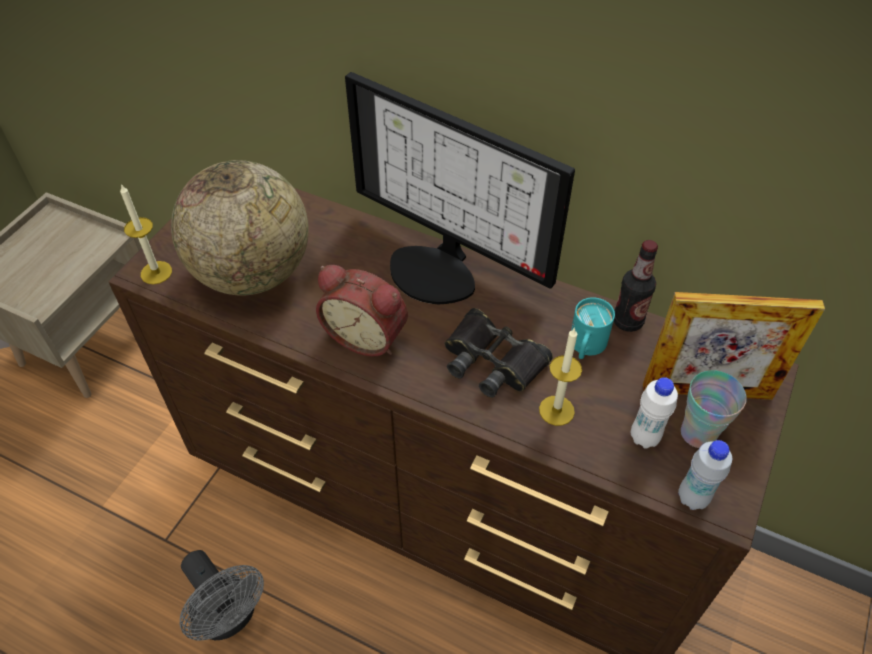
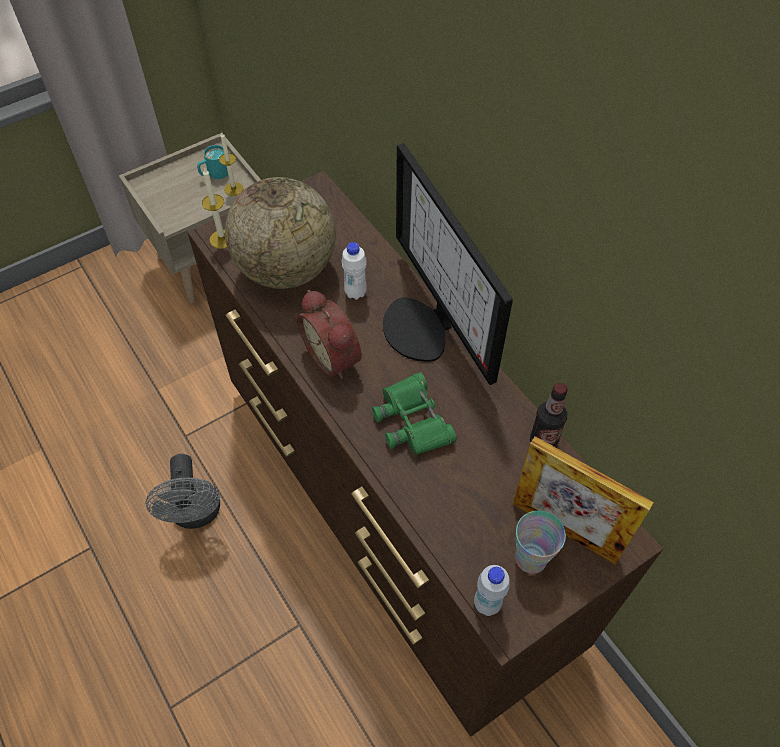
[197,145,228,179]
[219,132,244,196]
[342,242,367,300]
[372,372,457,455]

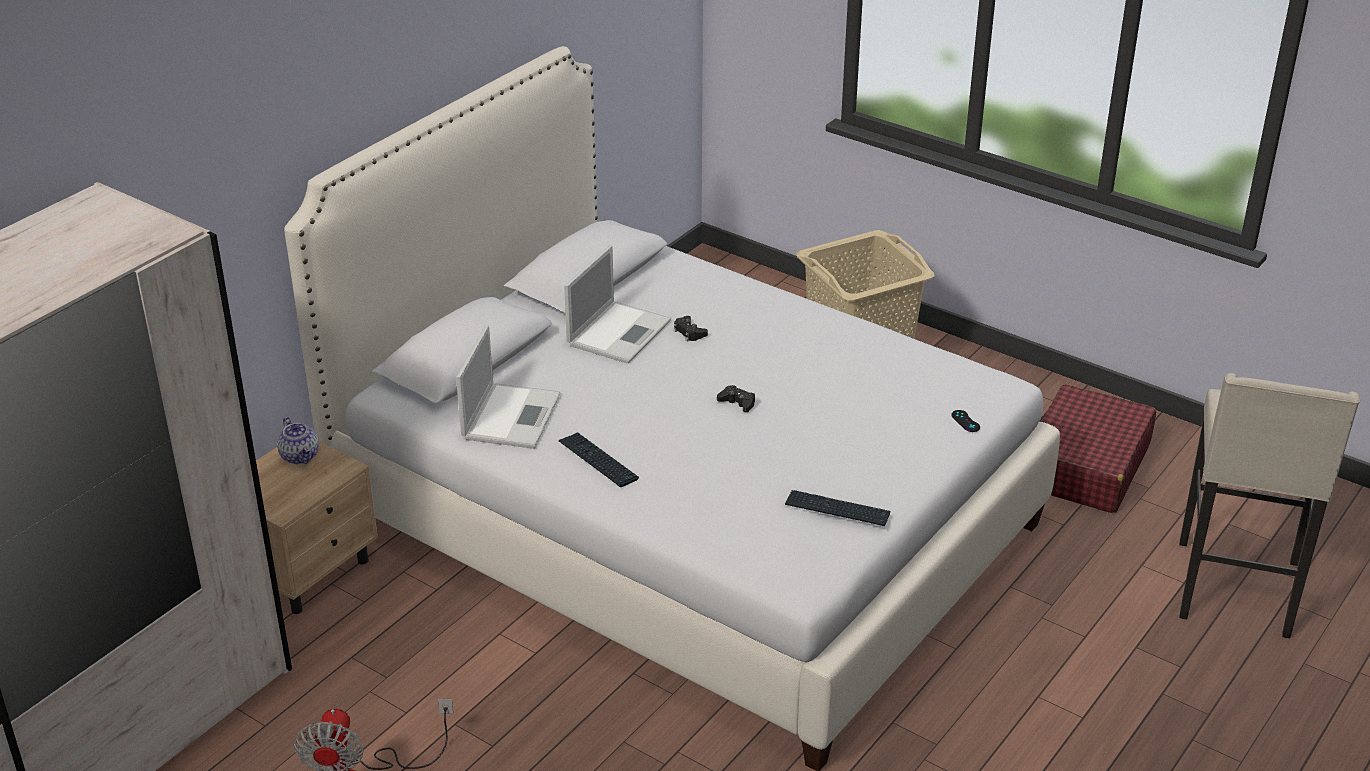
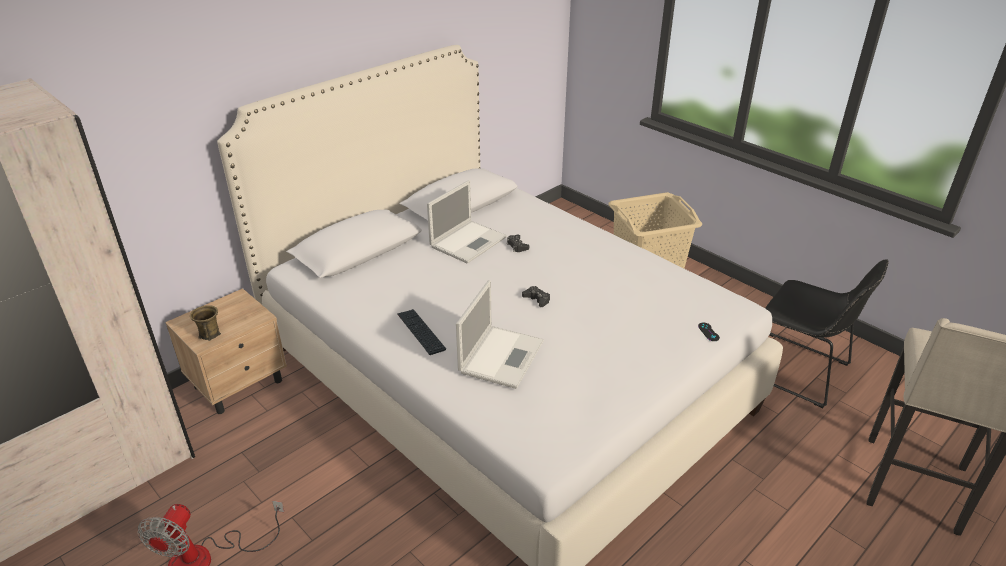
[190,305,221,341]
[456,280,544,389]
[765,259,889,408]
[277,417,319,464] (first image)
[785,490,890,526] (first image)

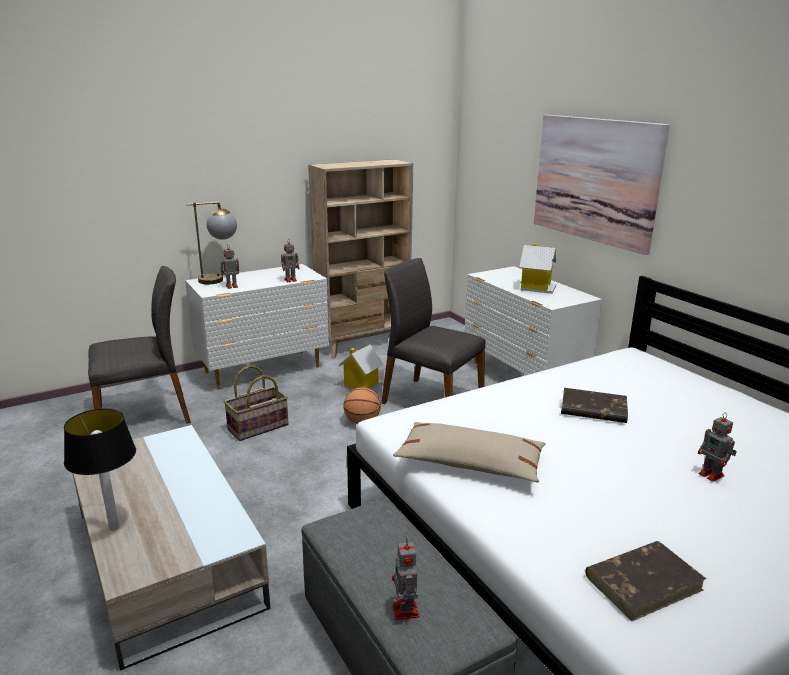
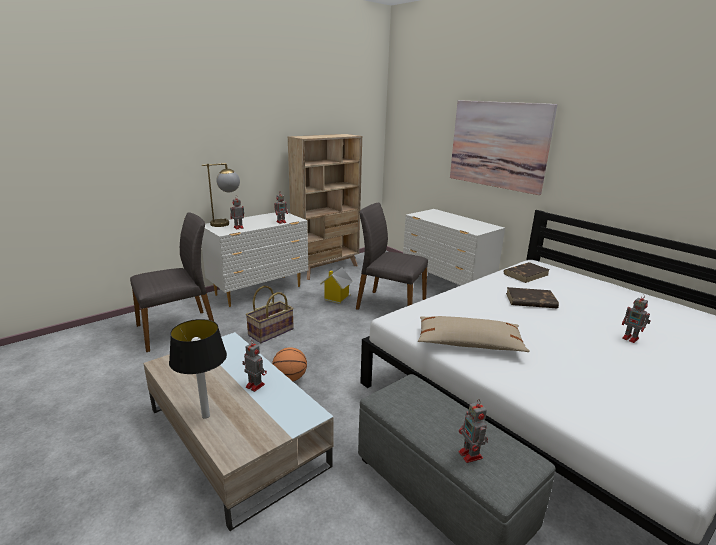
[242,340,267,392]
[272,347,307,381]
[504,262,550,283]
[519,244,556,294] (first image)

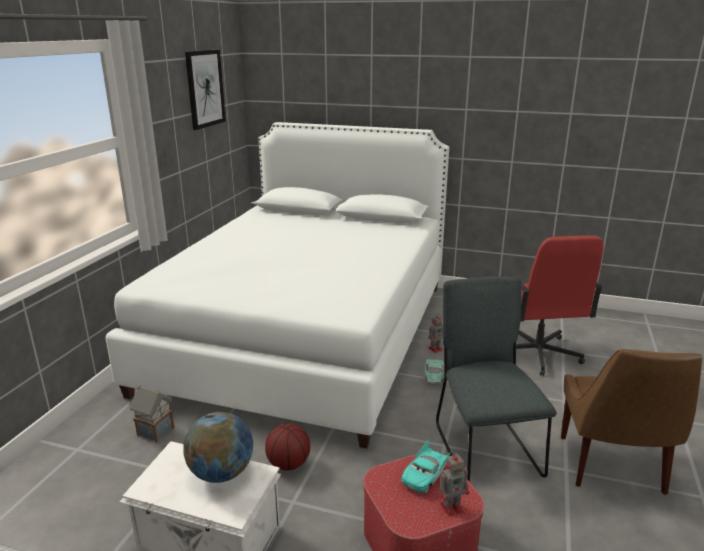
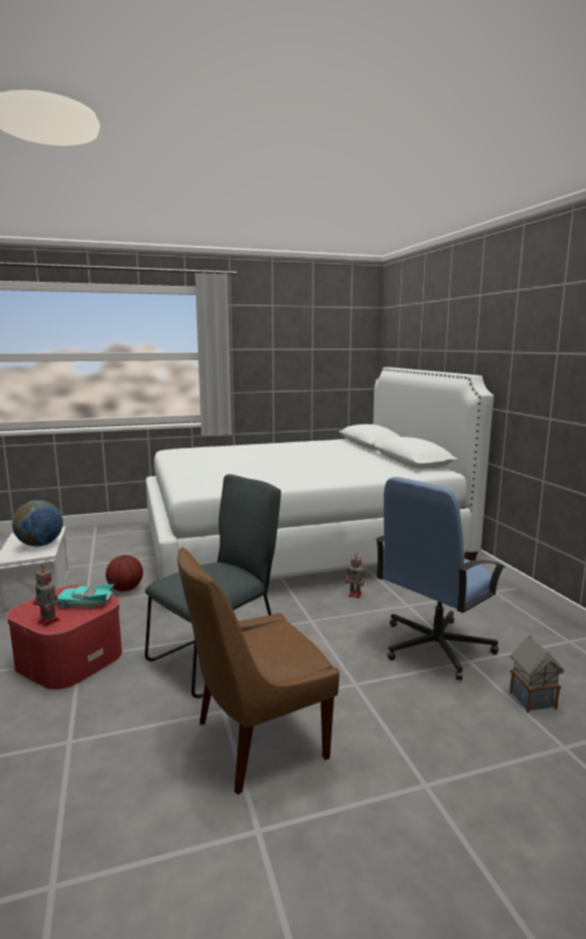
[376,477,505,681]
[510,635,564,713]
[185,50,226,130] (first image)
[425,359,444,384] (first image)

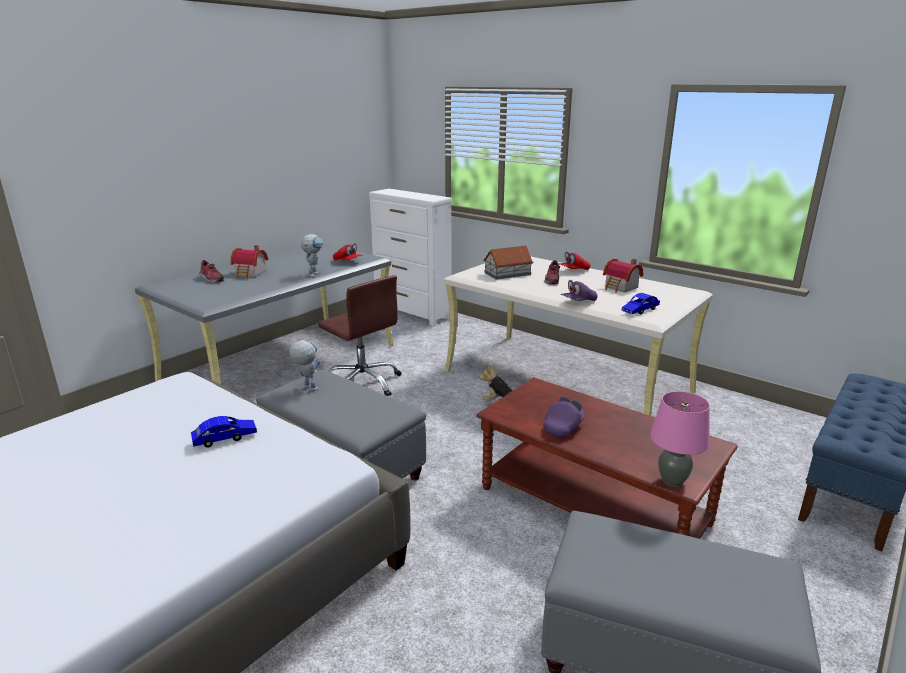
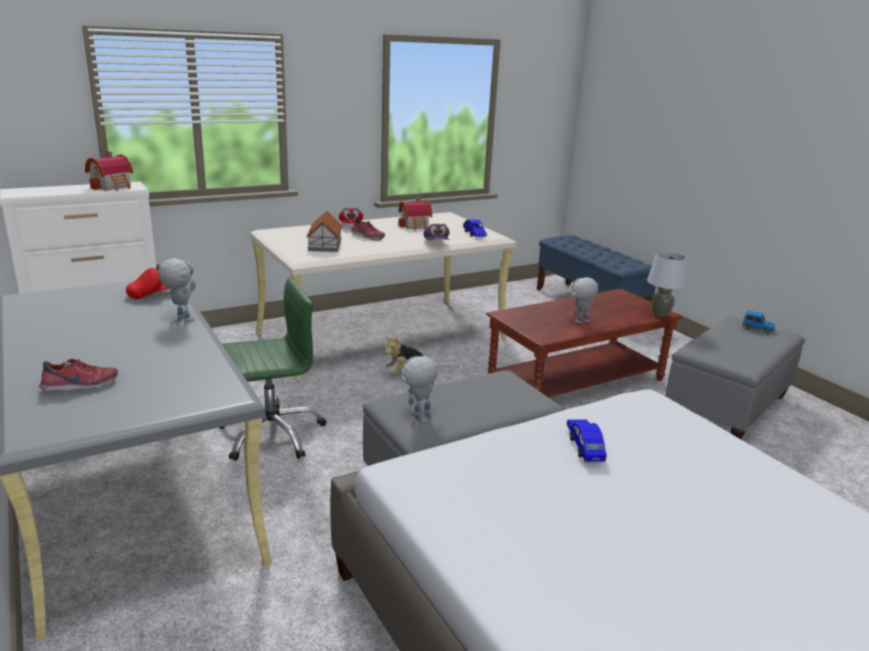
[85,151,133,191]
[219,277,327,461]
[571,277,599,324]
[647,251,687,317]
[742,310,775,333]

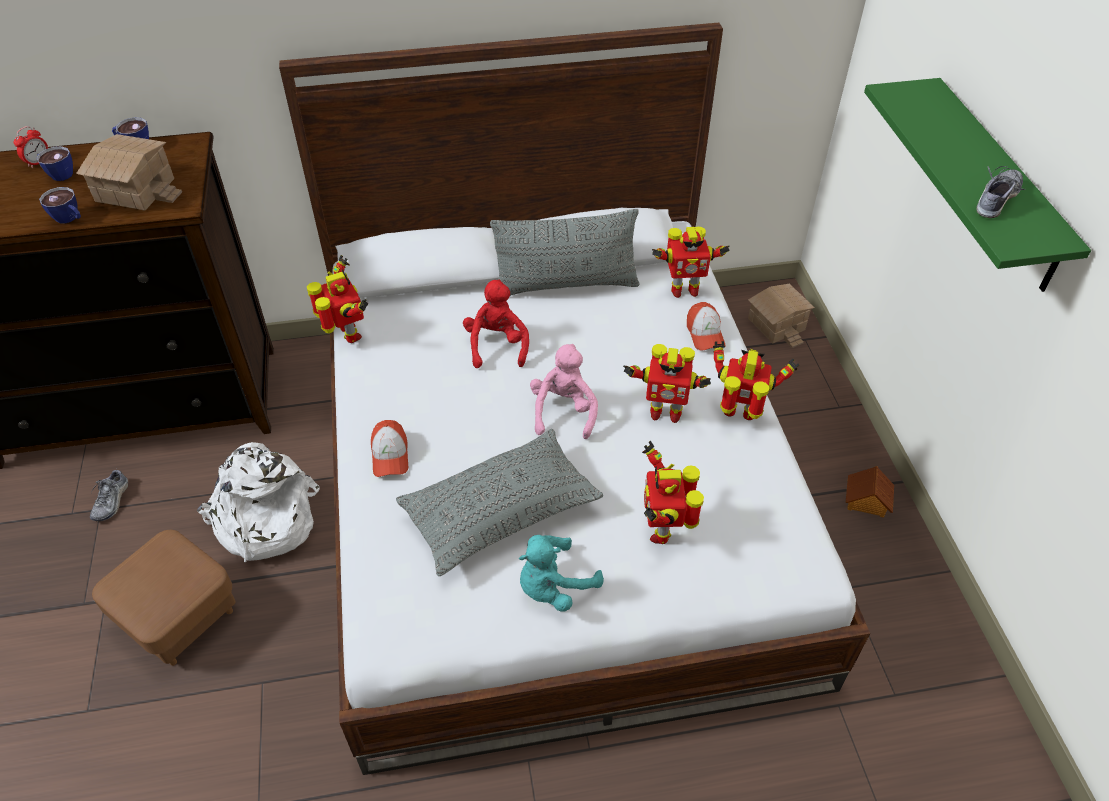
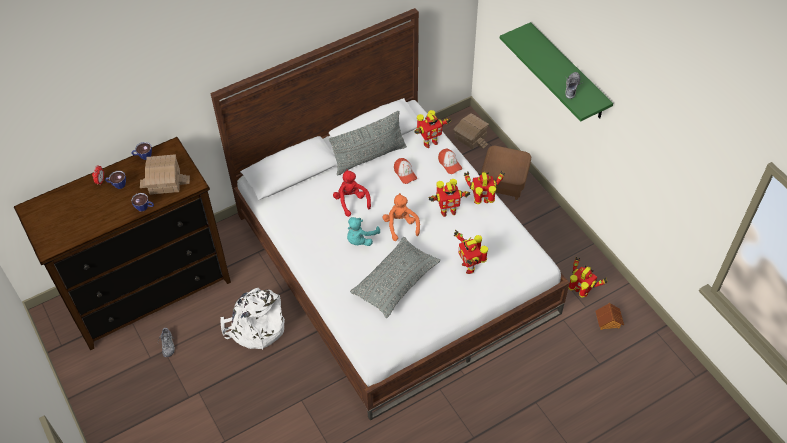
[347,217,380,246]
[382,193,420,241]
[394,158,417,184]
[481,146,531,200]
[569,257,608,298]
[595,303,624,330]

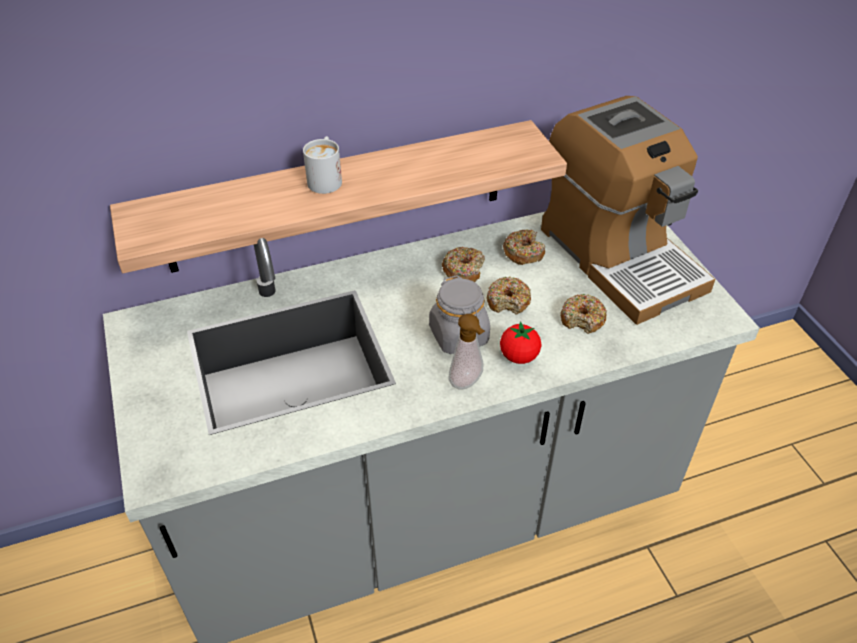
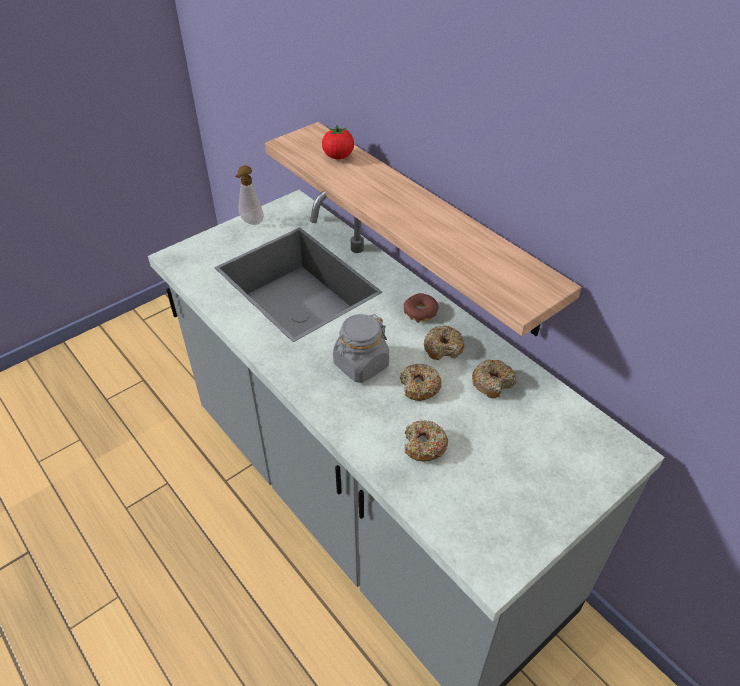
[235,165,264,225]
[322,125,354,159]
[404,293,439,323]
[303,136,342,194] (first image)
[541,96,715,325] (first image)

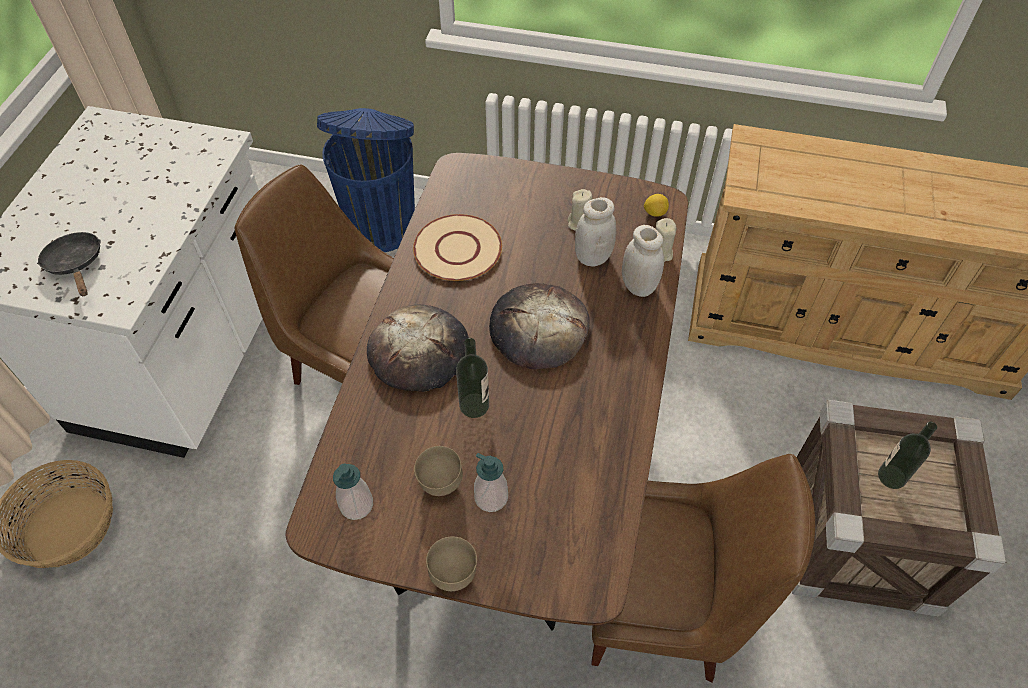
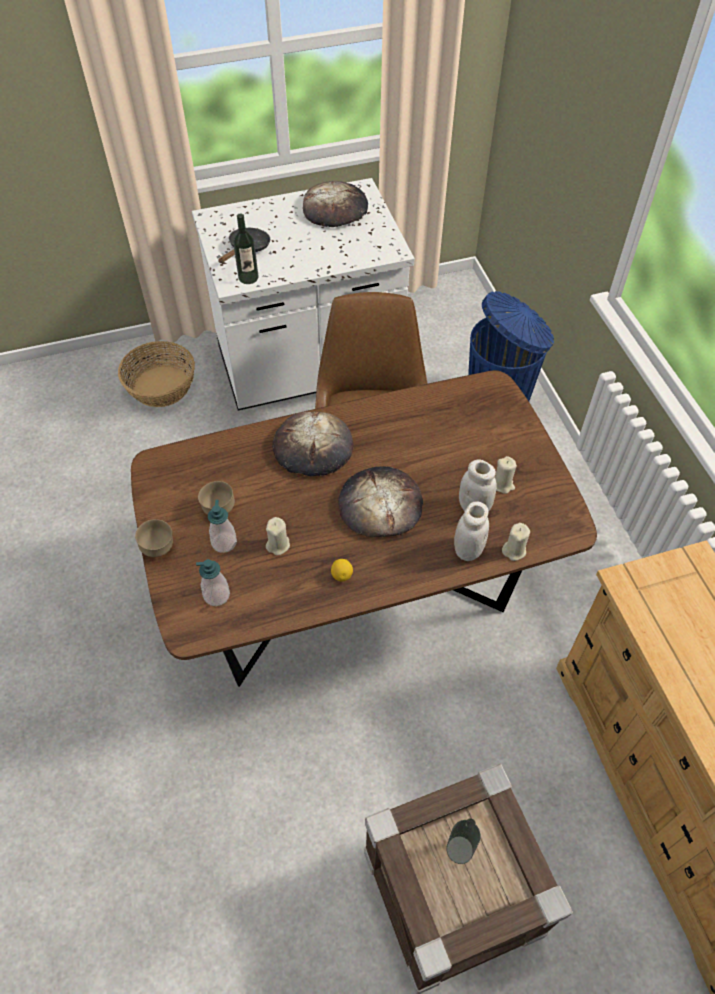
[196,559,230,606]
[233,213,258,284]
[266,517,290,556]
[303,181,368,227]
[331,559,353,581]
[413,214,502,281] (first image)
[591,454,815,683] (first image)

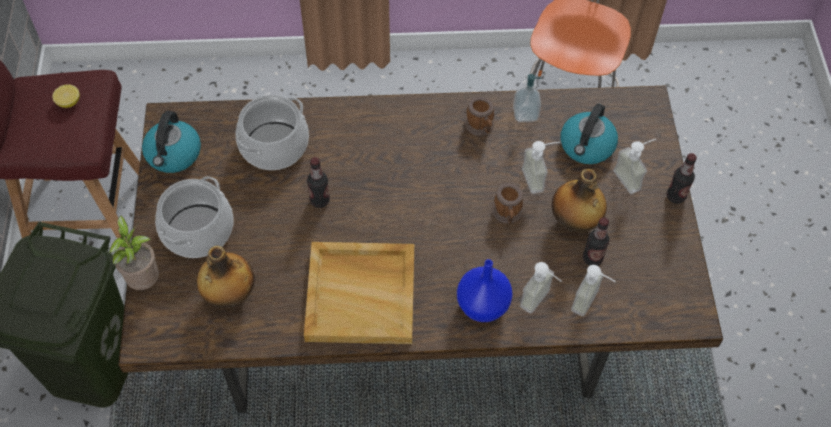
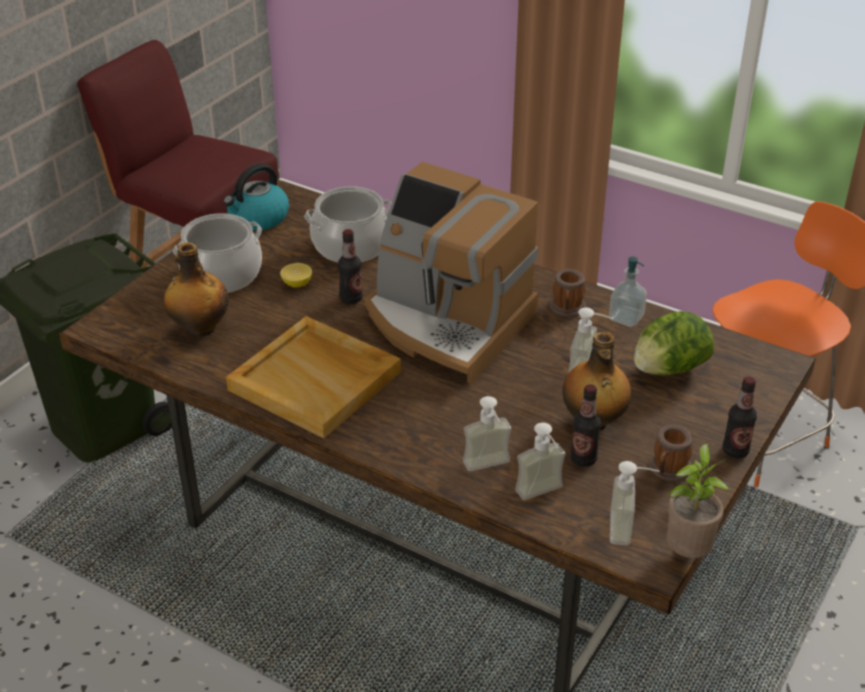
[280,263,312,288]
[365,162,538,384]
[610,461,660,546]
[634,311,714,375]
[649,425,692,482]
[667,444,729,558]
[457,259,513,322] (first image)

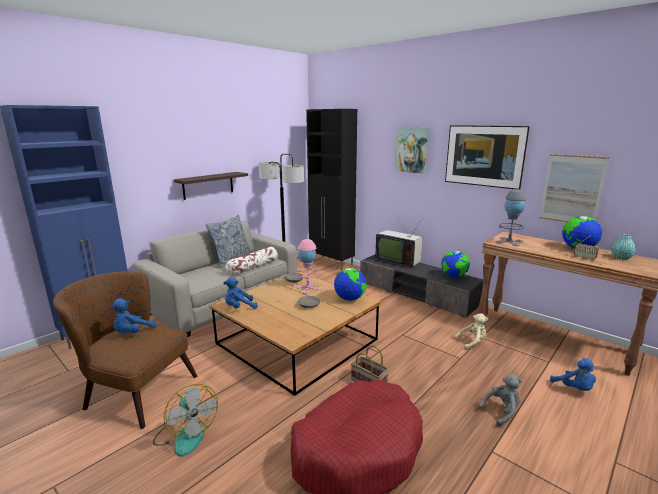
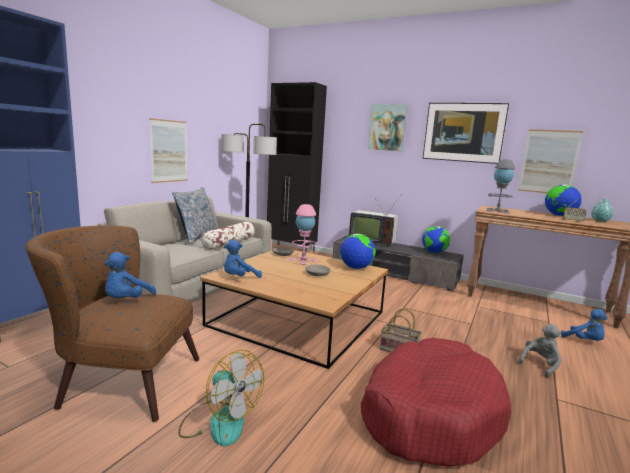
[149,118,188,183]
[454,313,488,350] (first image)

